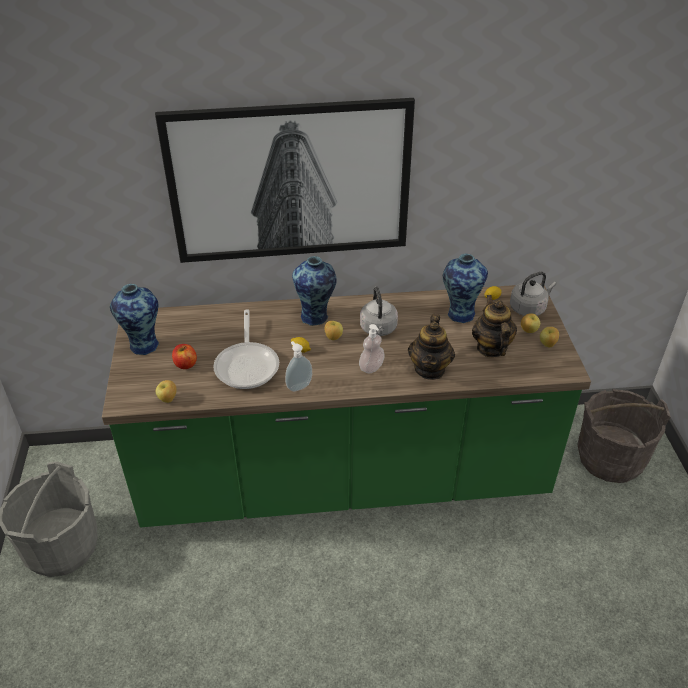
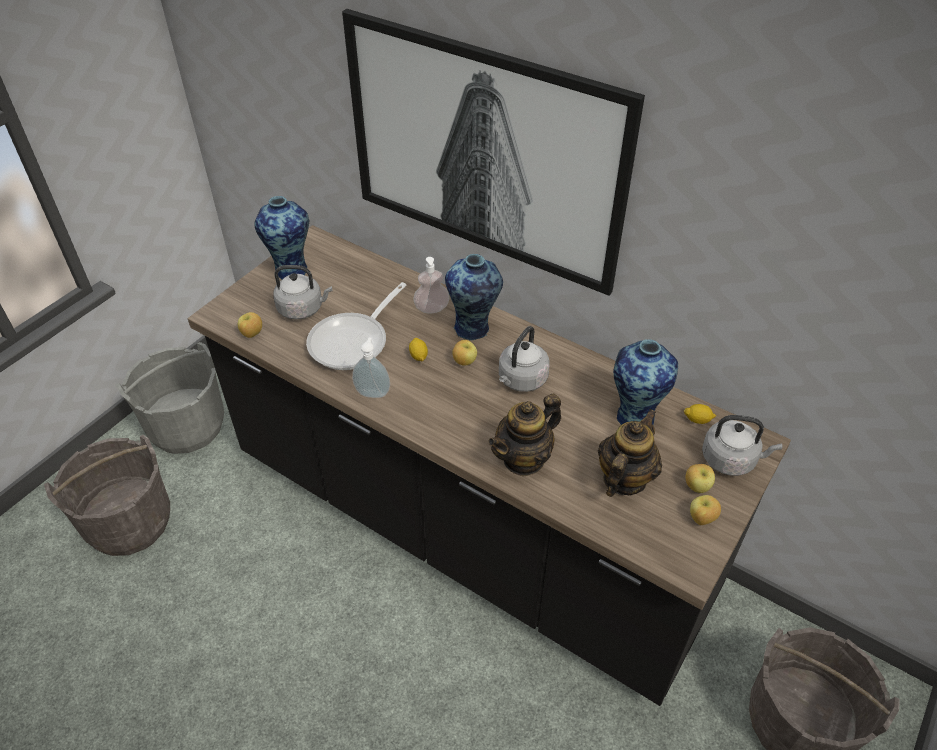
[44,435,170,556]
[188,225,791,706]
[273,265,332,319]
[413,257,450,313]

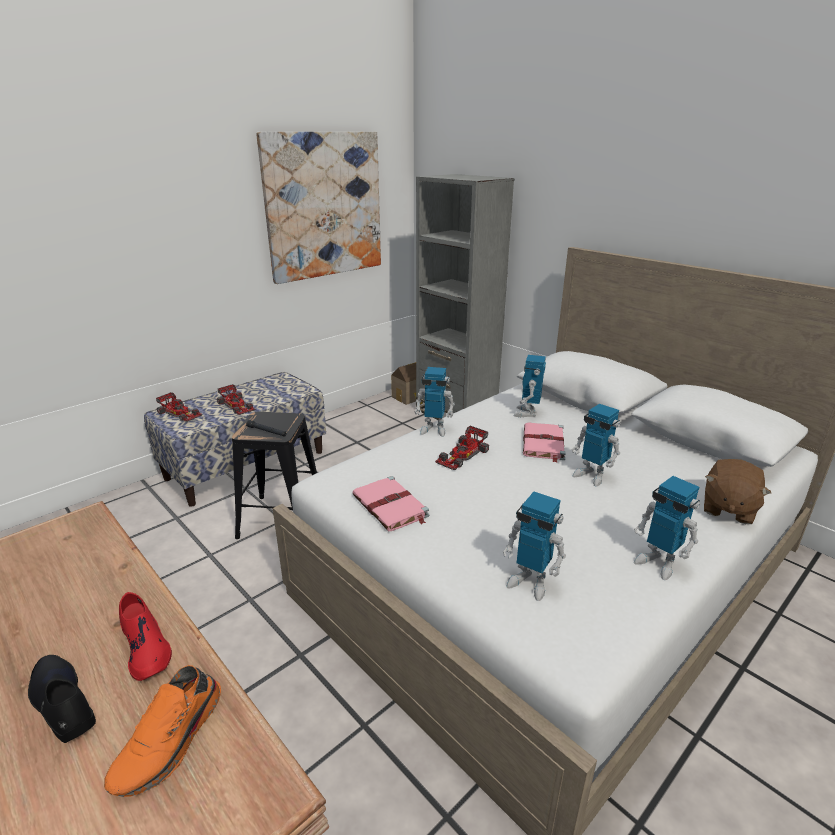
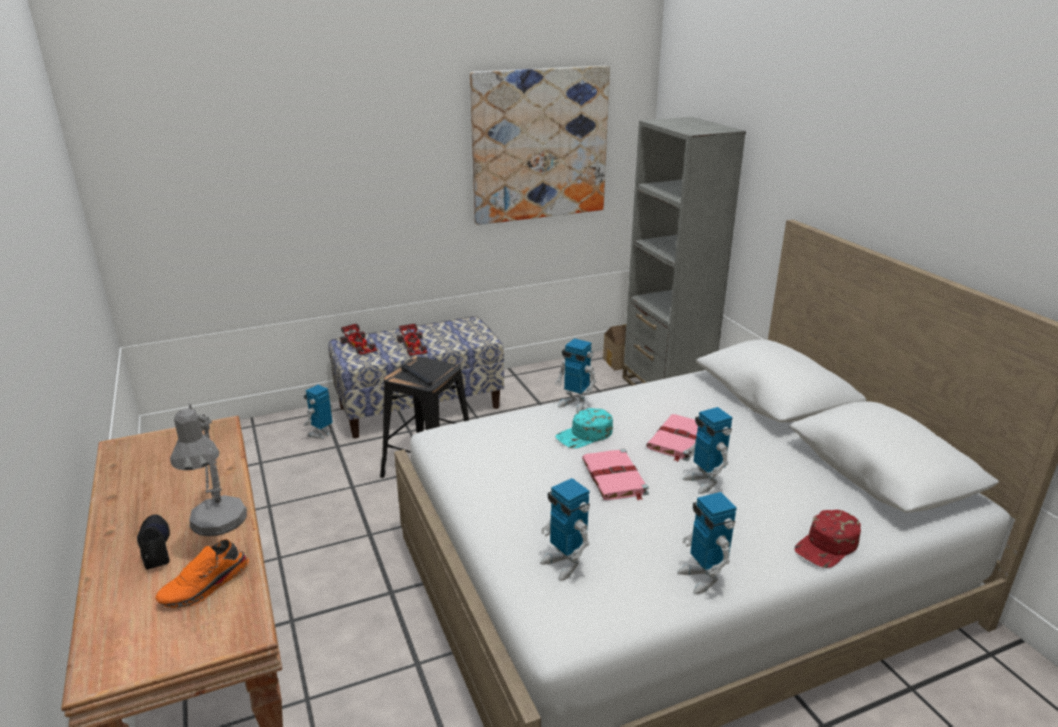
[170,403,247,536]
[303,385,334,439]
[556,408,613,448]
[582,449,649,500]
[794,510,861,568]

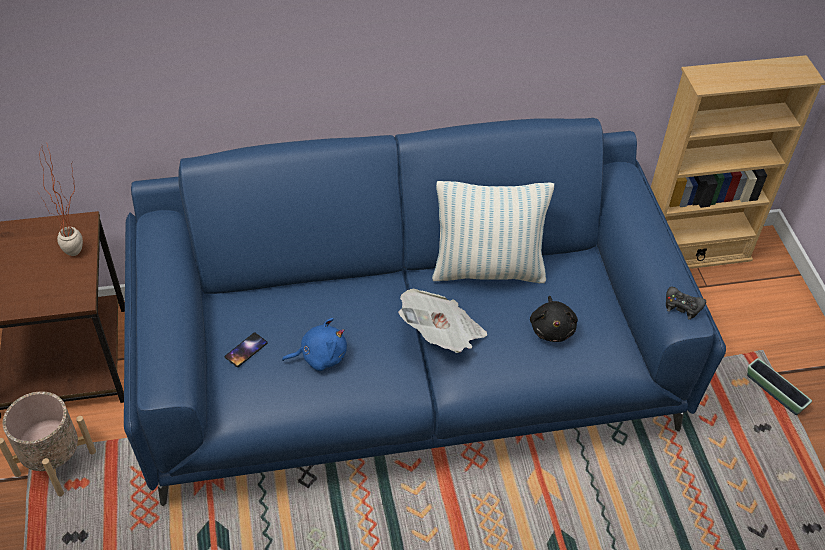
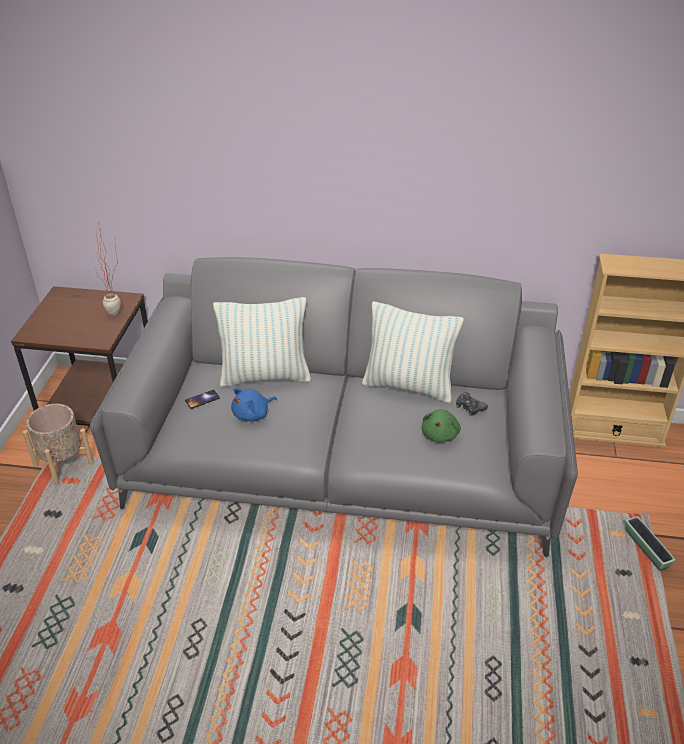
[90,257,578,558]
[213,297,311,387]
[231,388,277,421]
[422,409,461,442]
[456,392,488,416]
[398,289,487,353] (first image)

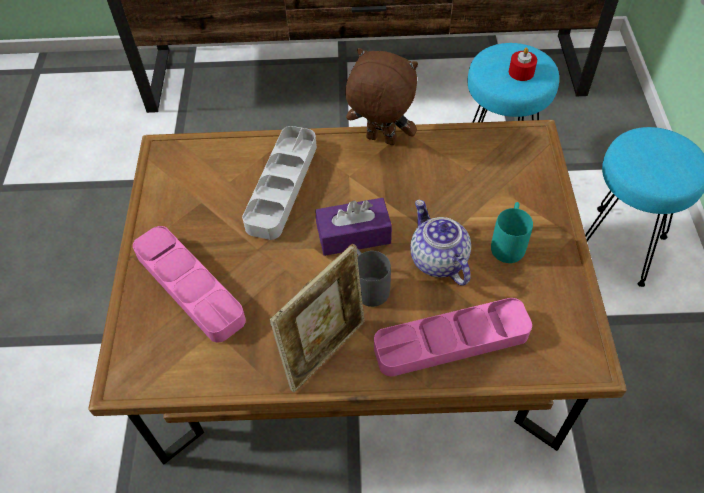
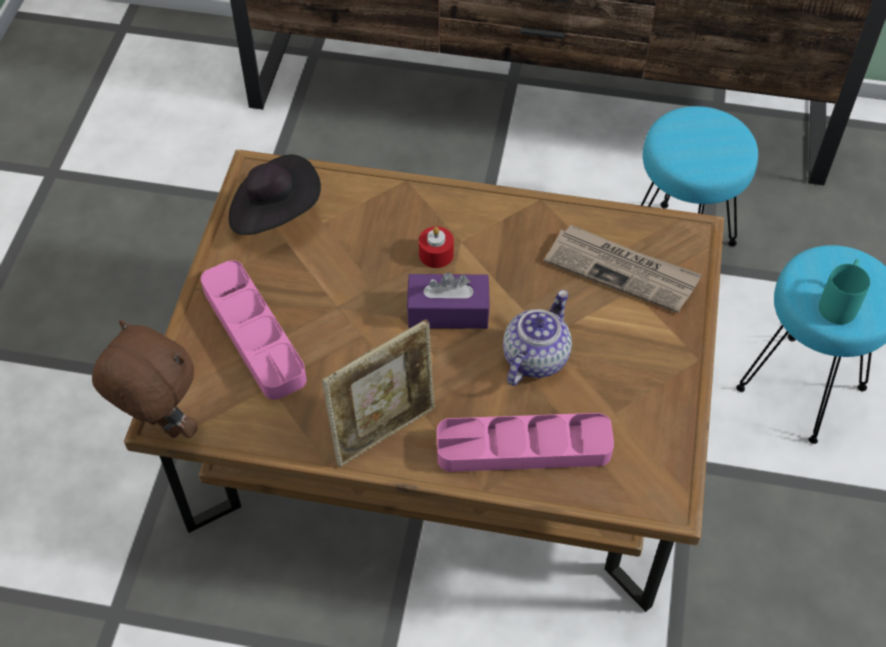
[92,320,198,438]
[229,155,321,235]
[419,226,454,268]
[503,290,572,386]
[544,225,702,313]
[819,259,870,324]
[242,126,317,240] (first image)
[357,248,391,307] (first image)

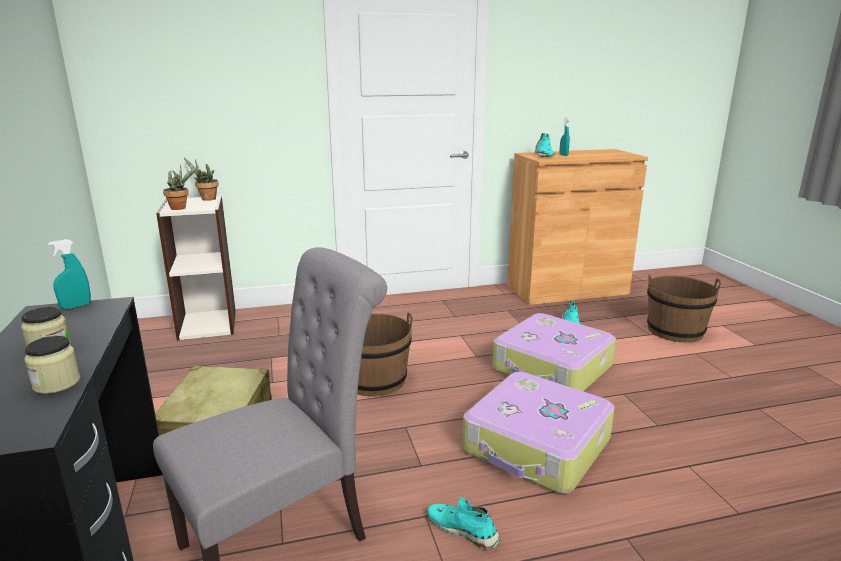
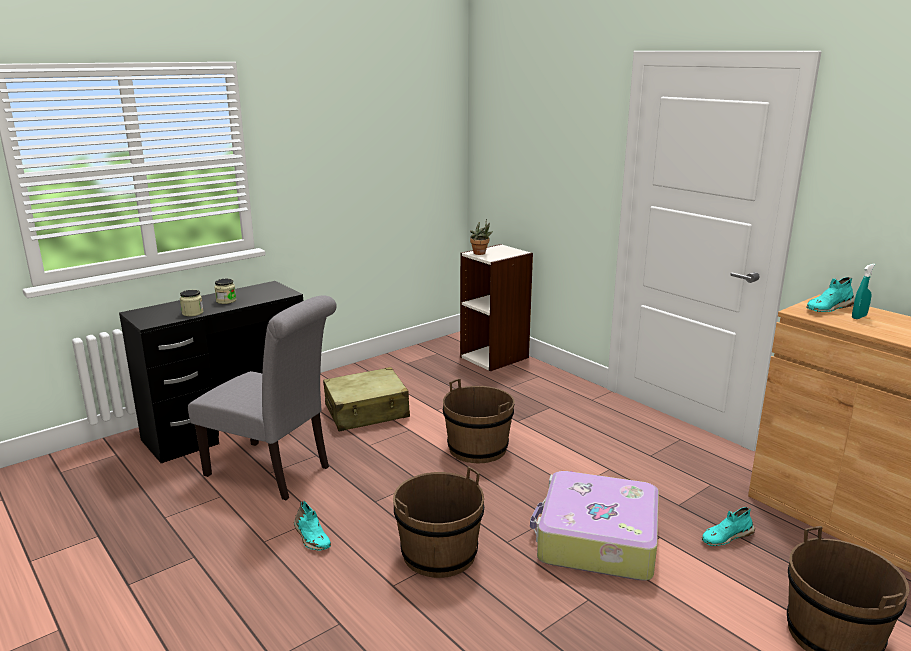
[294,501,331,550]
[393,466,484,578]
[48,239,91,310] (first image)
[184,158,218,201] (first image)

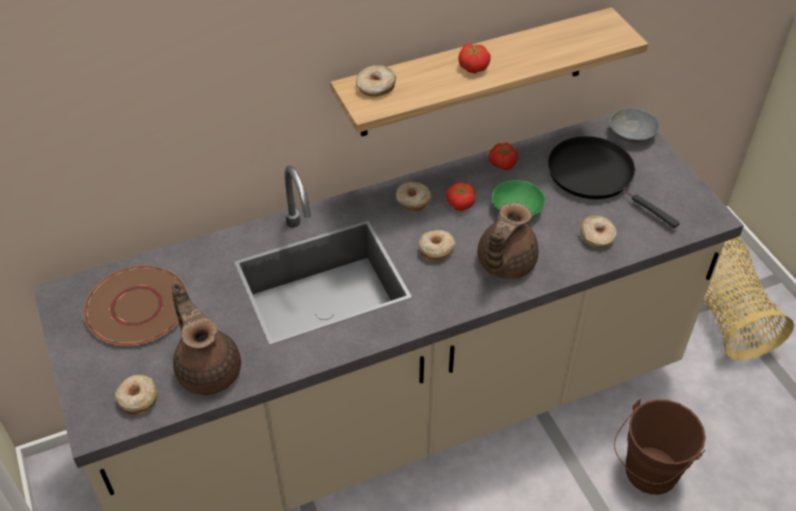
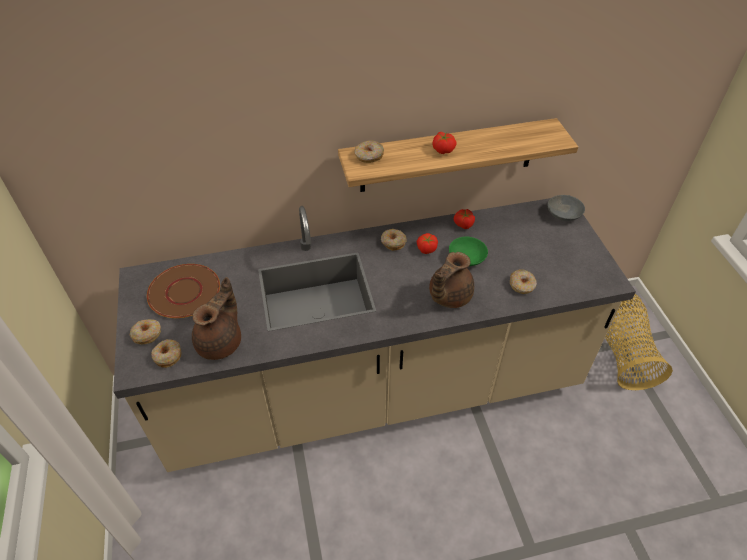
[130,319,161,344]
[192,277,241,360]
[548,136,680,228] (first image)
[614,399,706,495] (first image)

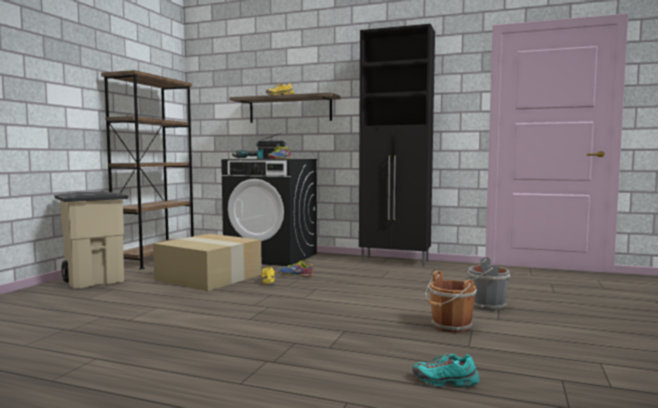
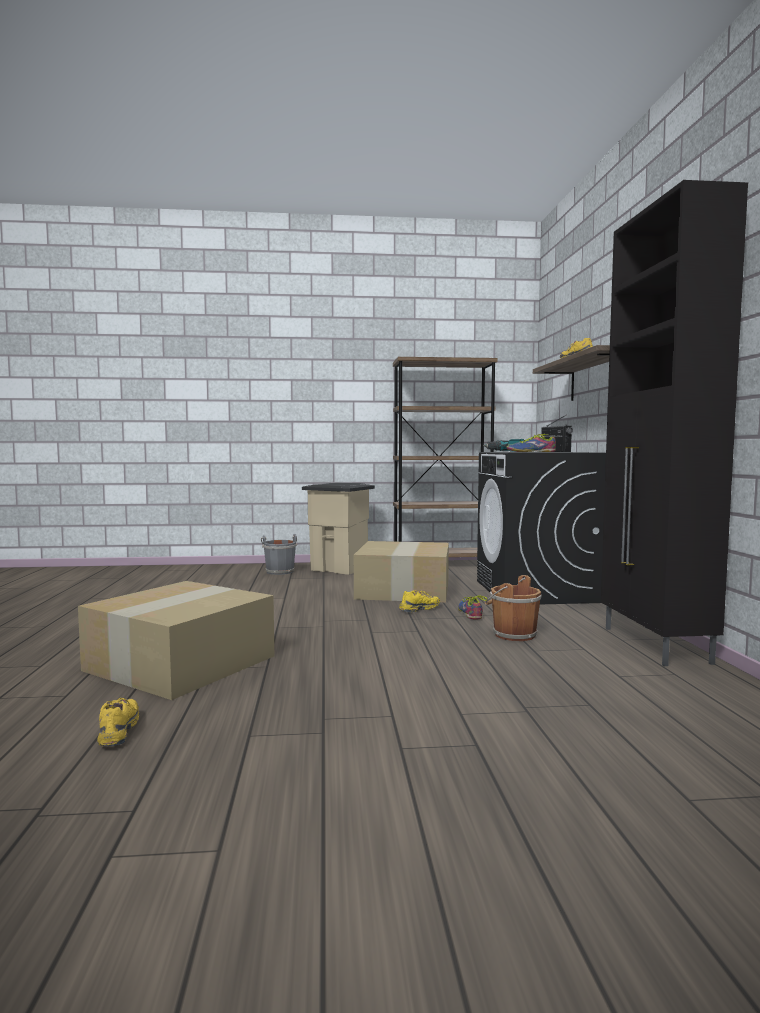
[78,581,274,700]
[97,698,139,746]
[261,534,297,575]
[485,575,541,641]

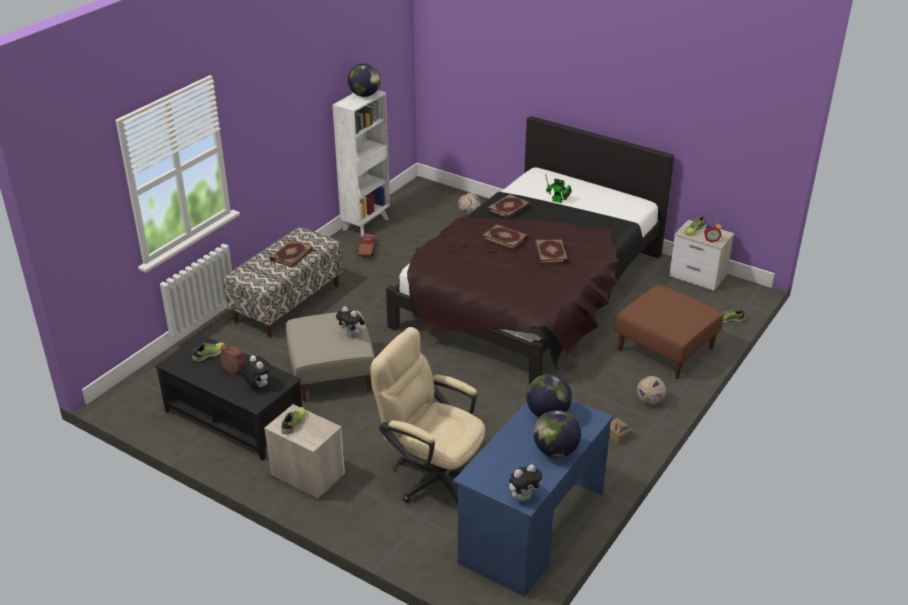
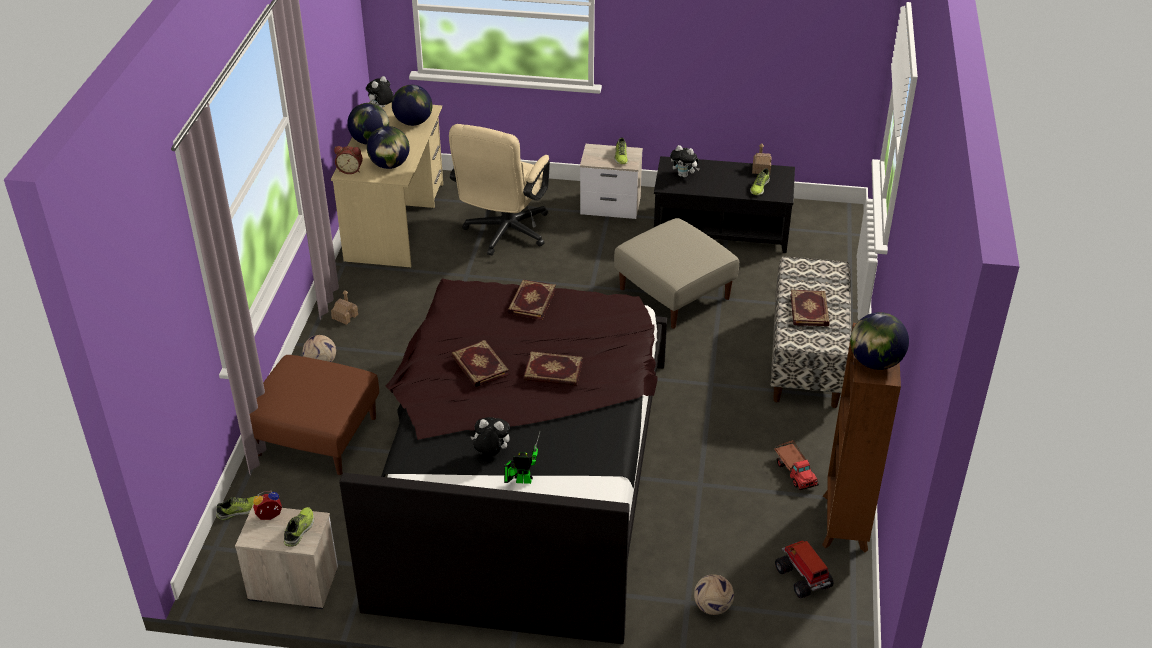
[331,100,443,268]
[334,146,363,174]
[392,85,432,126]
[449,124,550,255]
[471,417,510,455]
[507,279,556,320]
[752,143,771,175]
[775,540,833,598]
[822,323,901,552]

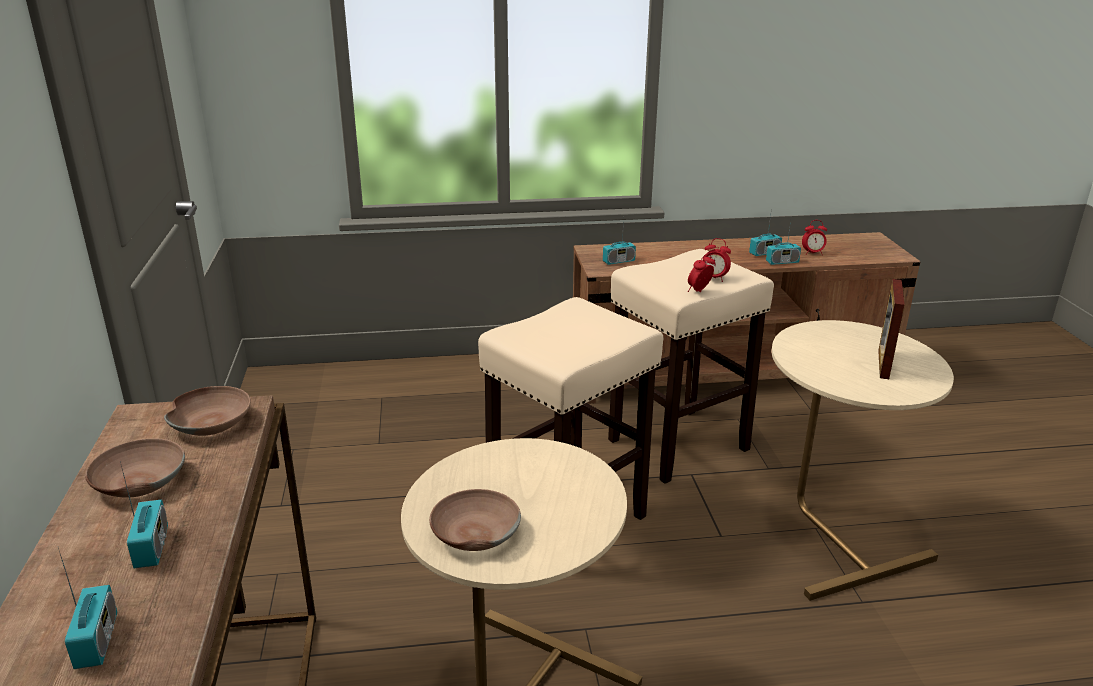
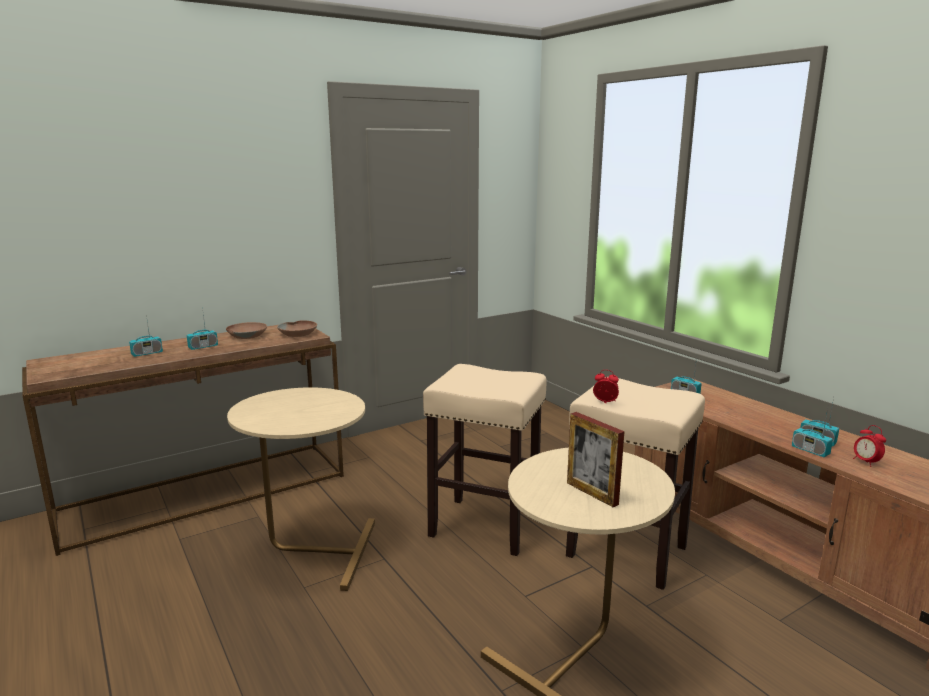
[567,412,625,507]
[429,489,521,551] (first image)
[703,238,731,282] (first image)

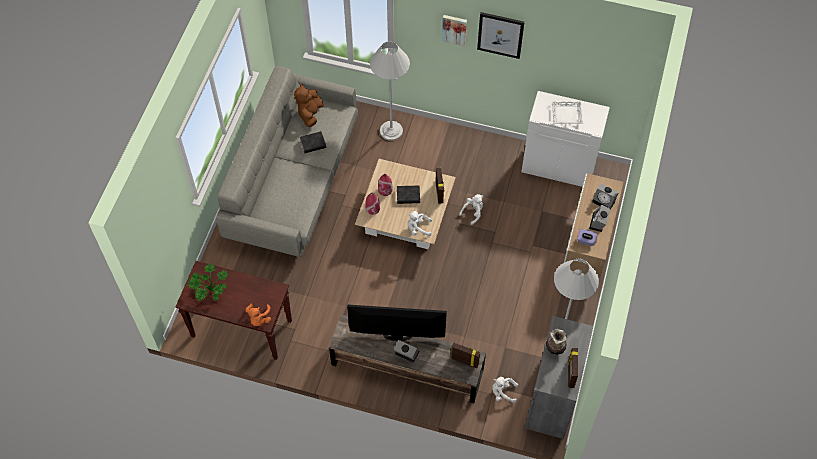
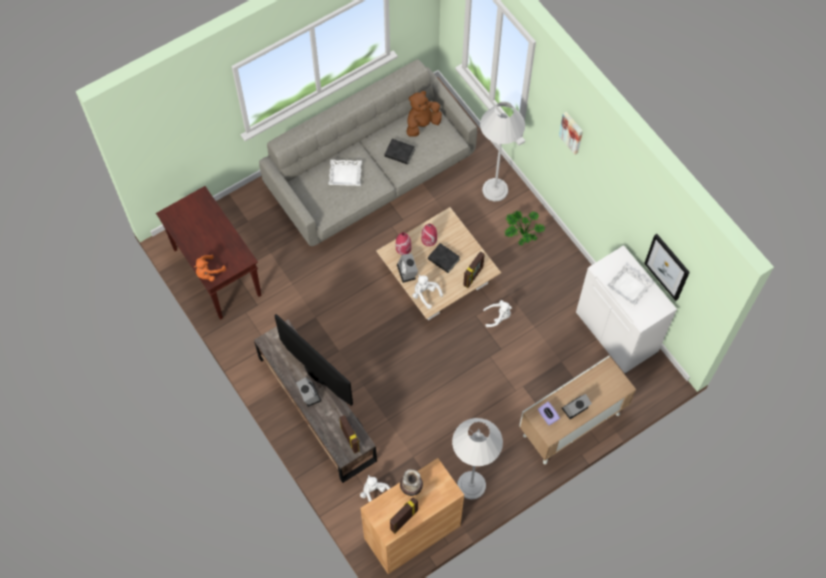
[328,160,362,186]
[360,458,464,574]
[397,253,418,283]
[504,211,546,246]
[644,234,690,301]

